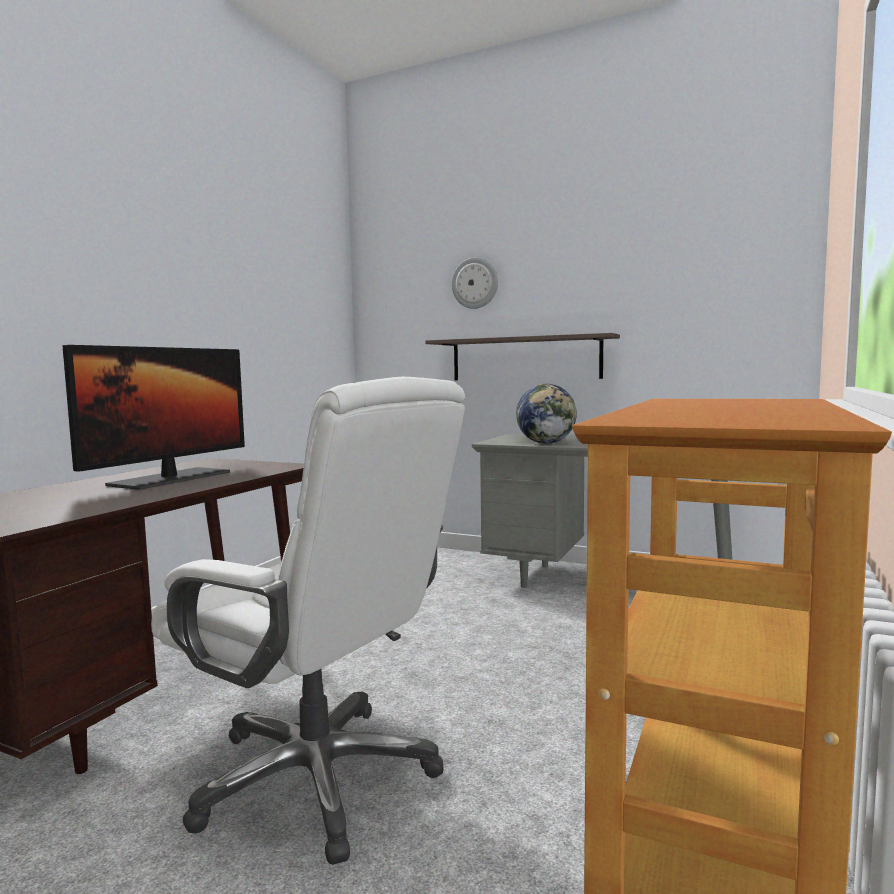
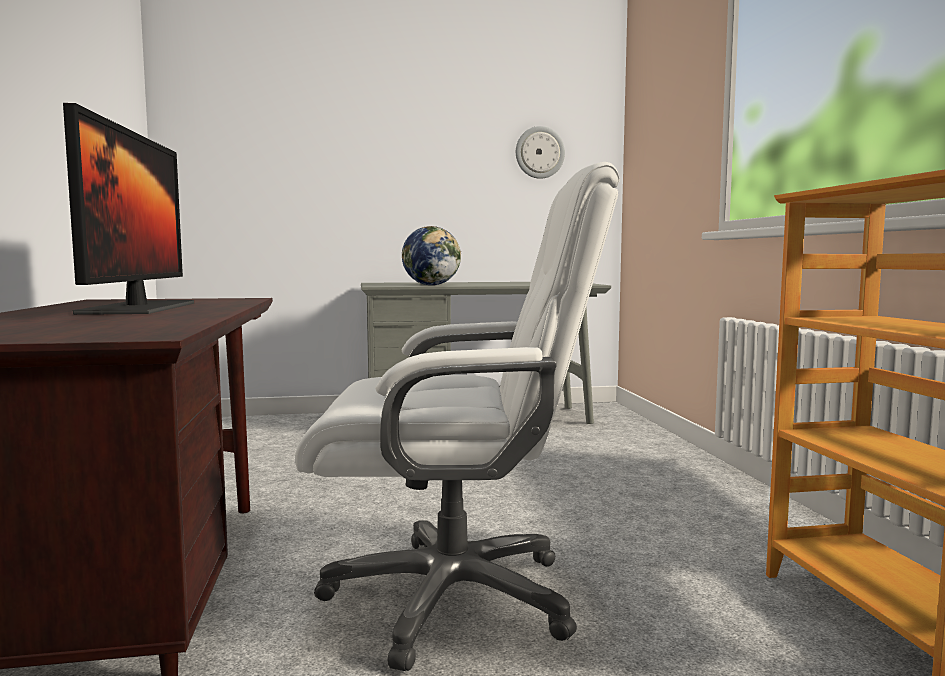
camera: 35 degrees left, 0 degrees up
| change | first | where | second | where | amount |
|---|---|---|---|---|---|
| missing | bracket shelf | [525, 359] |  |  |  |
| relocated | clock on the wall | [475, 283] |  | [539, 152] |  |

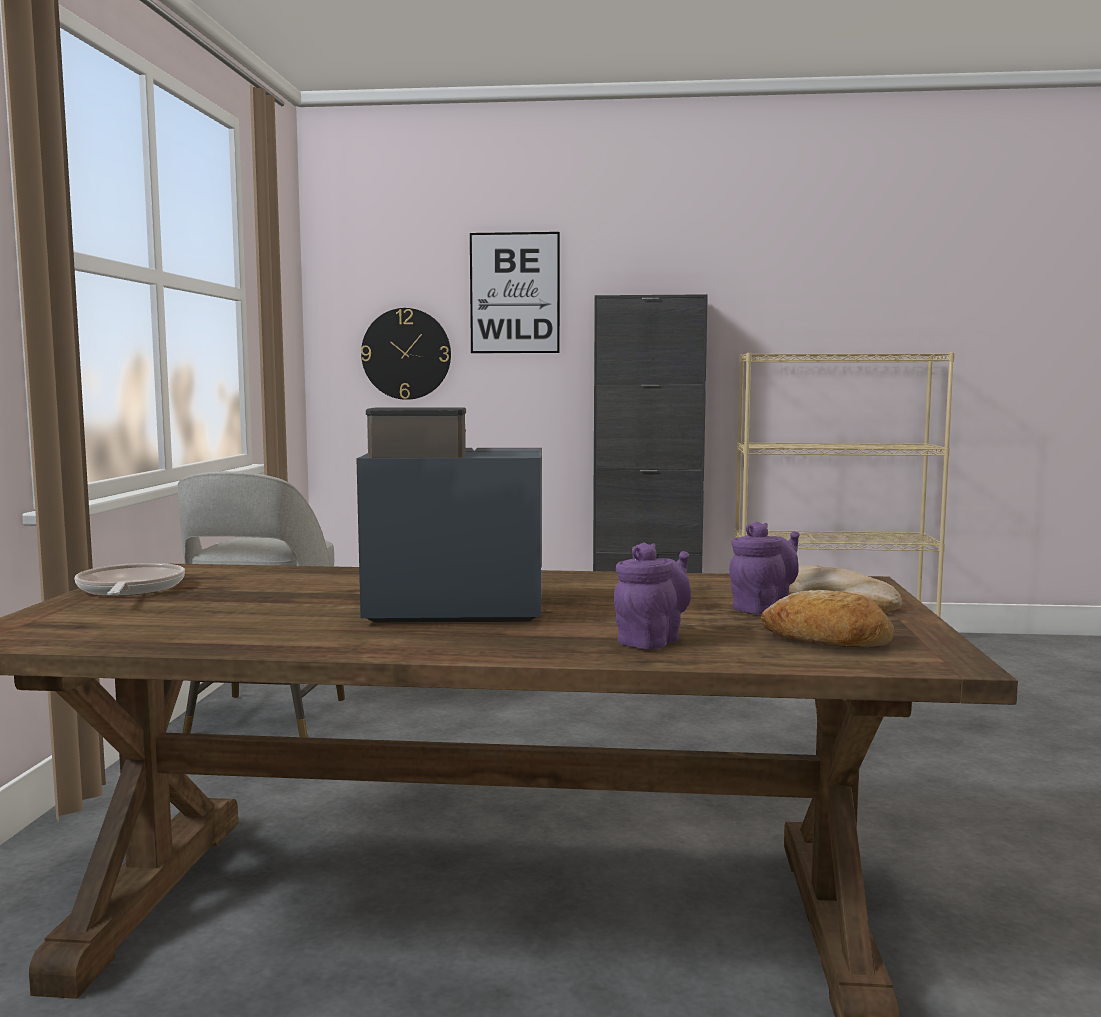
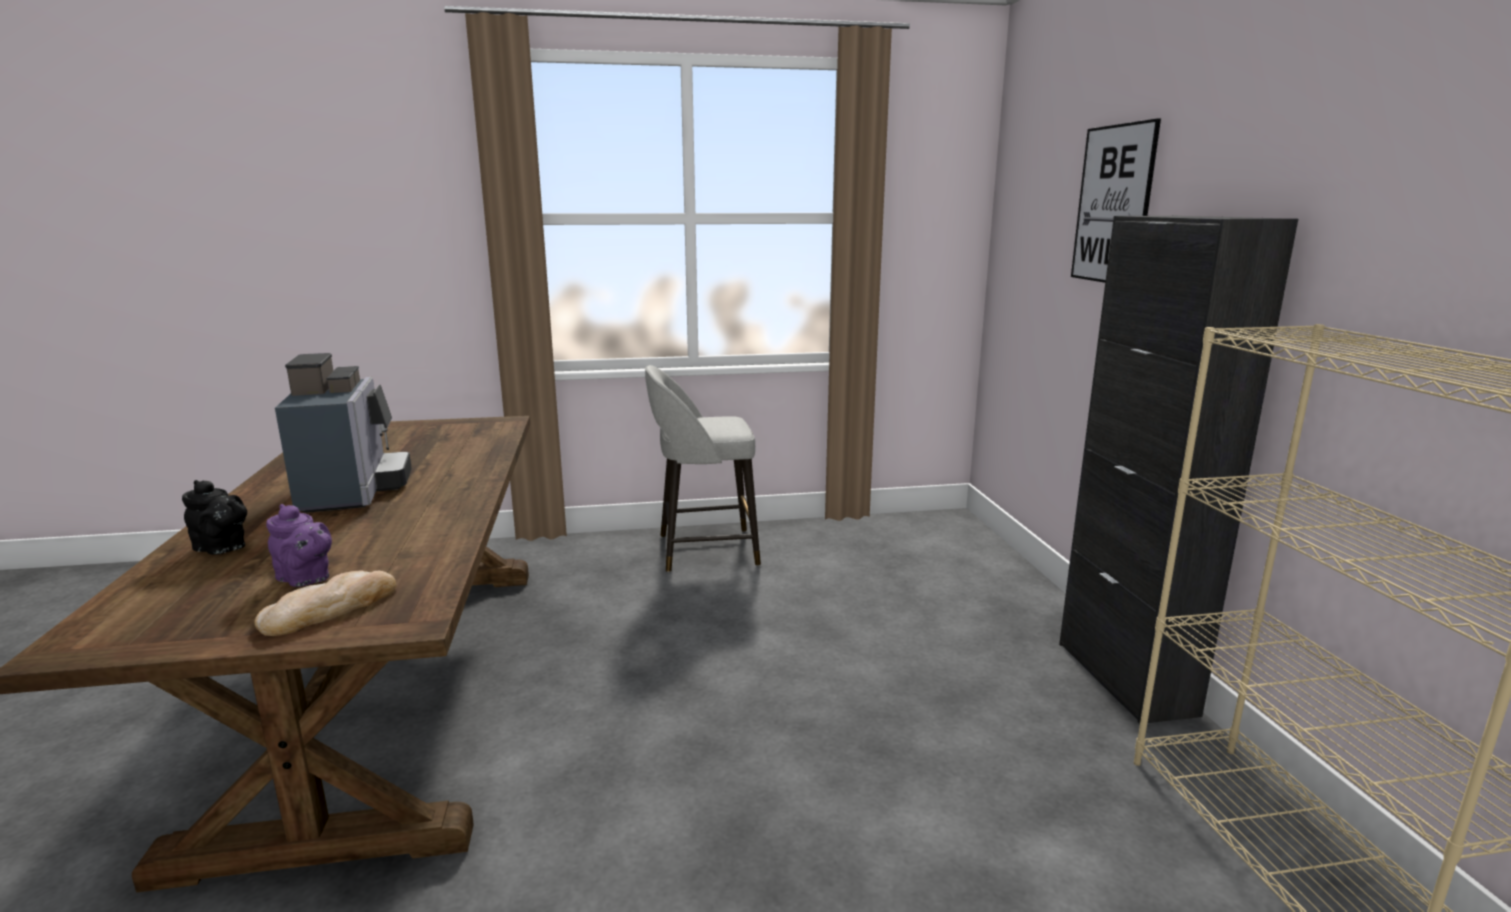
camera: 75 degrees right, 10 degrees up
| change | first | where | second | where | amount |
|---|---|---|---|---|---|
| missing | pan | [129, 589] |  |  |  |
| missing | clock on the wall | [406, 354] |  |  |  |
| colour | teapot (purple) | [652, 641] | teapot (blackish) | [222, 548] |  |
| missing | bread | [827, 641] |  |  |  |

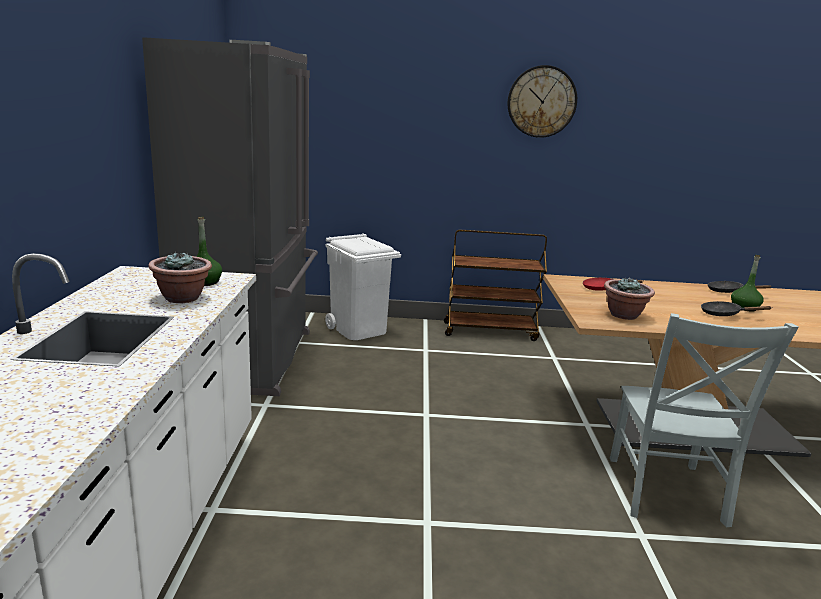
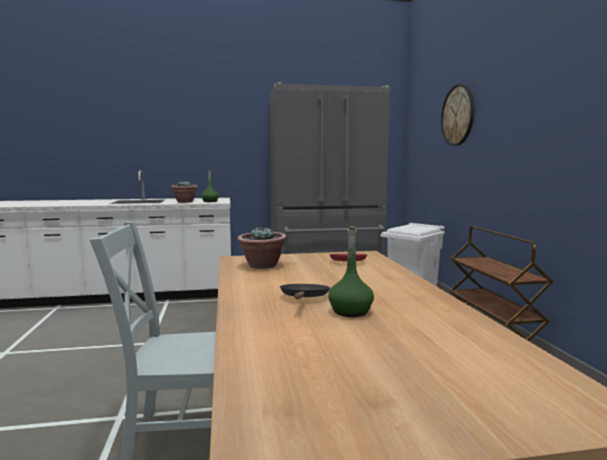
camera: 80 degrees right, 10 degrees down
| change | first | where | second | where | amount |
|---|---|---|---|---|---|
| relocated | clock on the wall | [541, 101] |  | [458, 115] |  |
| missing | pan (blackish) | [728, 292] |  |  |  |

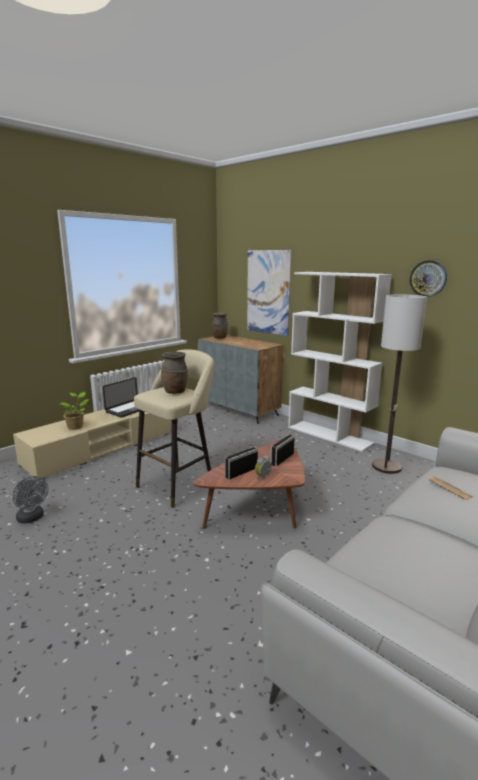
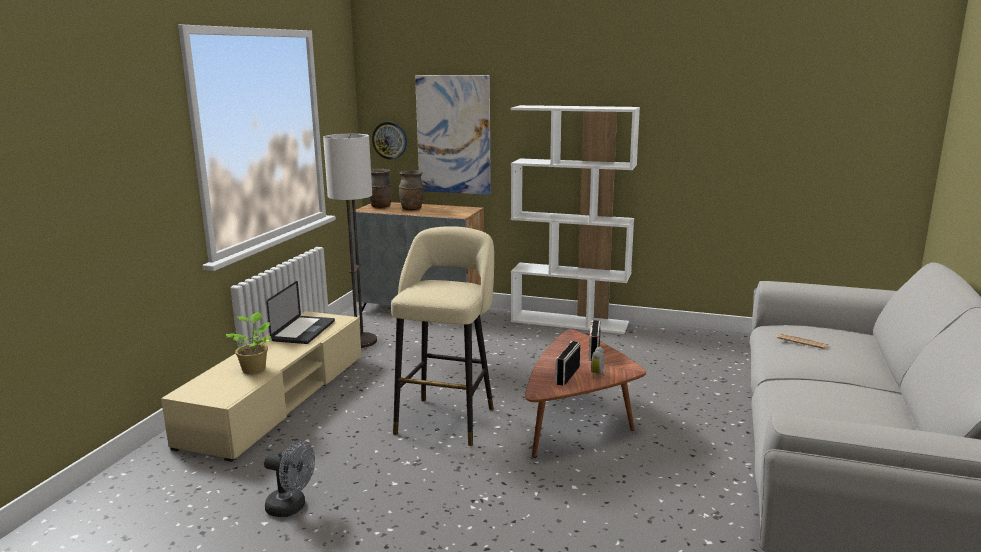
camera: 25 degrees left, 0 degrees up
| change | first | where | second | where | amount |
|---|---|---|---|---|---|
| relocated | vase (brown-coloured) | [175, 392] |  | [412, 209] |  |
| relocated | standard lamp | [386, 467] |  | [360, 341] |  |
| relocated | clock on the wall | [428, 278] |  | [389, 140] |  |

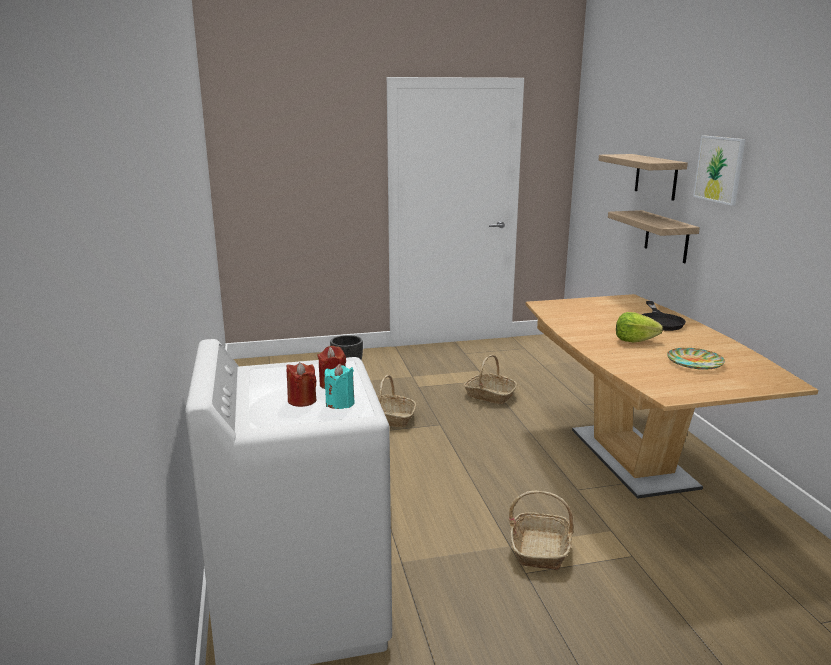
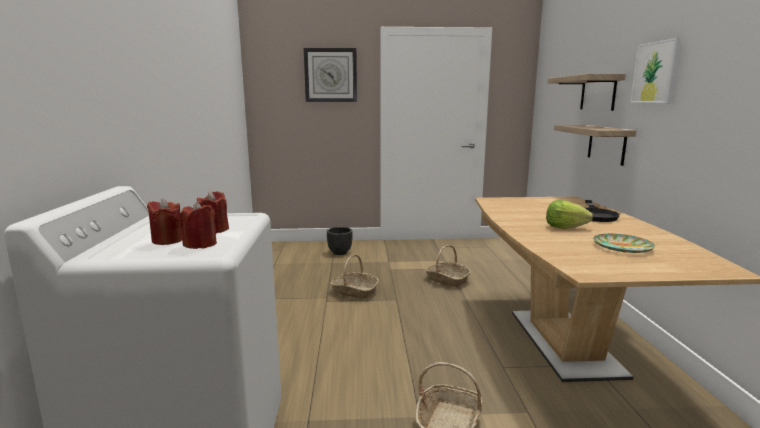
camera: 10 degrees right, 5 degrees down
| change | first | where | second | where | amount |
|---|---|---|---|---|---|
| colour | wax light (turquoise-coloured) | [340, 403] | wax light (red-coloured) | [200, 244] |  |
| appeared |  |  | clock on the wall | [330, 75] |  |

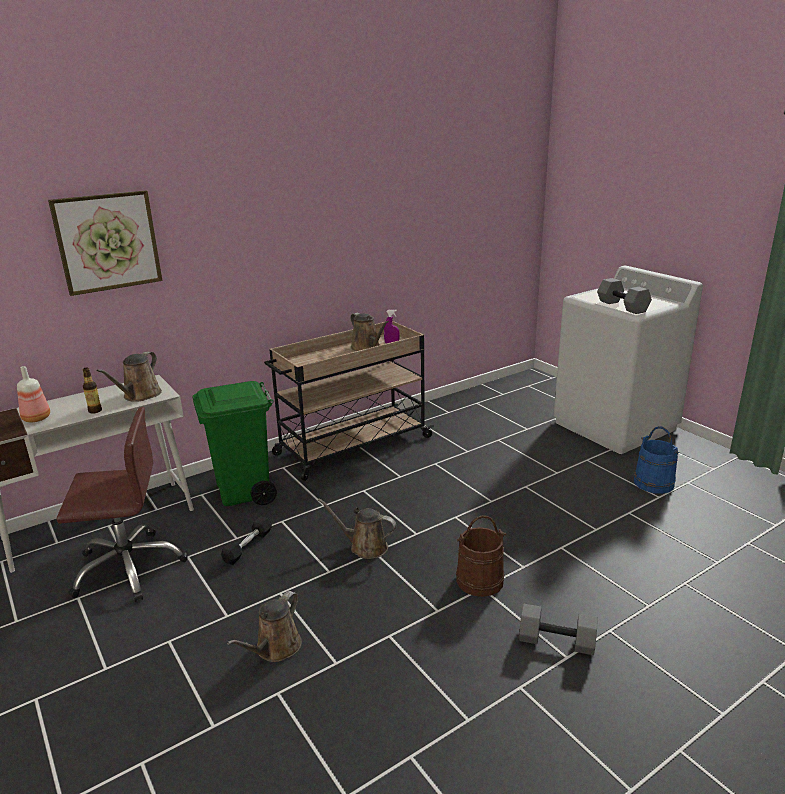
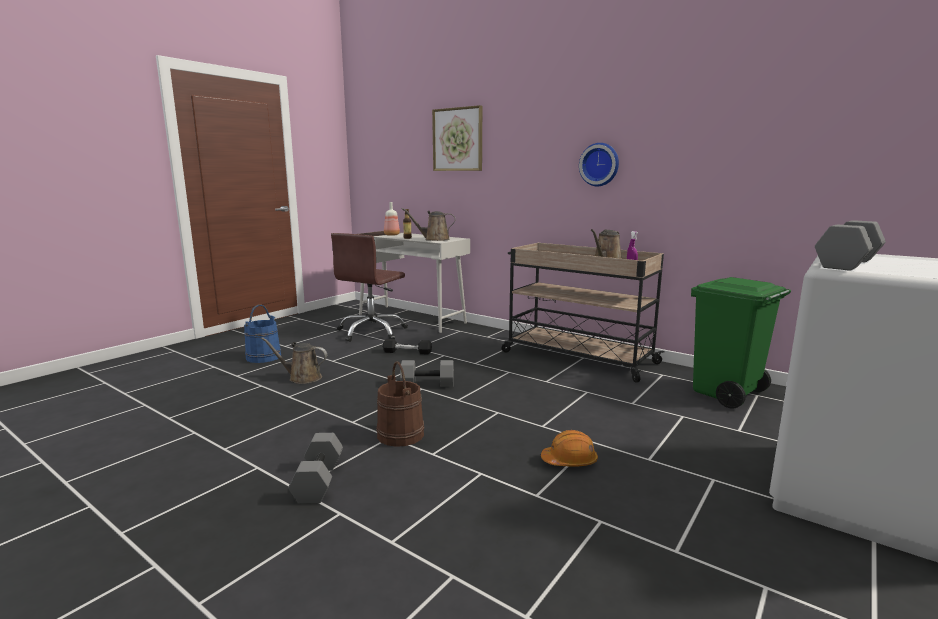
camera: 70 degrees right, 10 degrees down
| change | first | where | second | where | amount |
|---|---|---|---|---|---|
| spun | desk chair (brown-coloured) | [128, 567] |  | [372, 332] | 60 degrees clockwise |
| relocated | trash can (greenish) | [245, 492] |  | [726, 394] |  |
| exchanged | watering pot (brown-coloured) | [365, 547] | free weight (gray) | [427, 384] |  |
| relocated | water bucket (bluish) | [653, 483] |  | [263, 357] |  |
| appeared |  |  | safety helmet (orange-coloured) | [569, 461] |  |
| appeared |  |  | clock on the wall | [600, 164] |  |

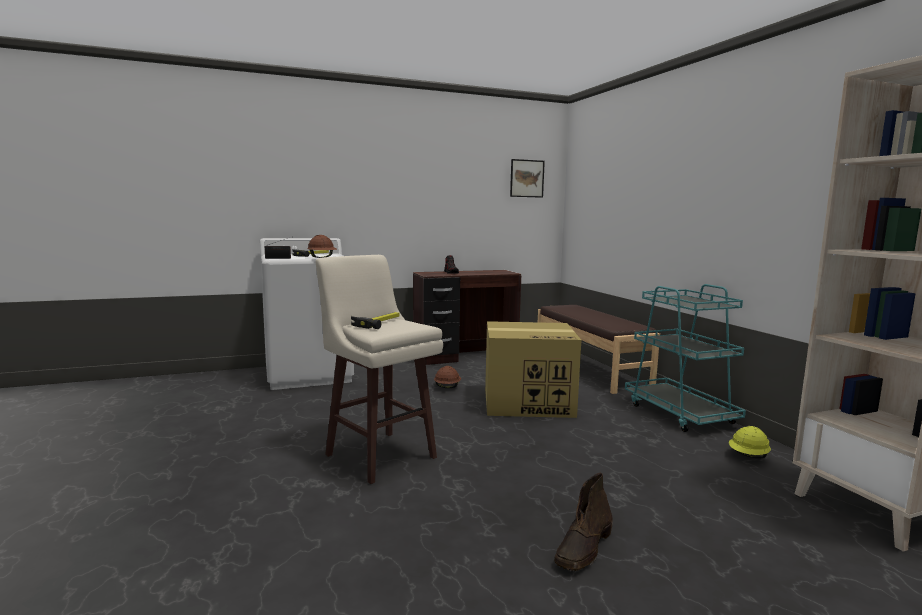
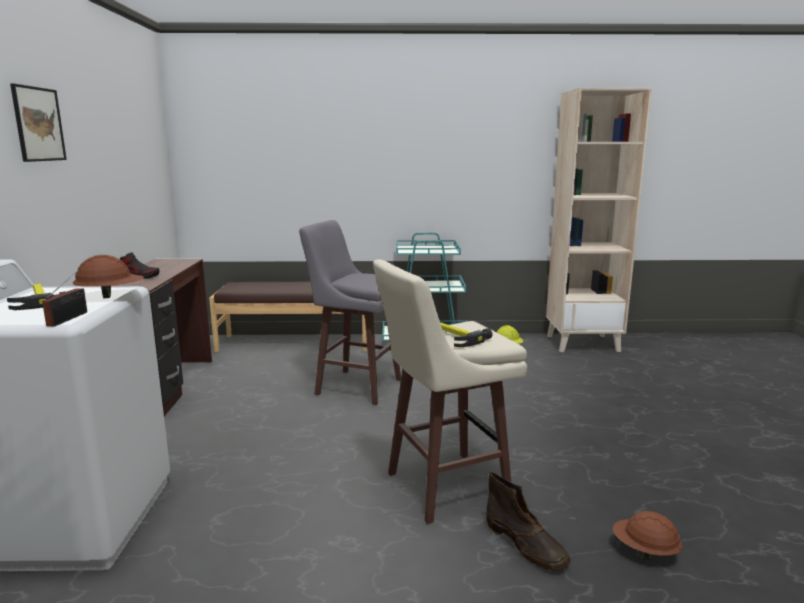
camera: 70 degrees left, 5 degrees up
| change | first | where | second | where | amount |
|---|---|---|---|---|---|
| relocated | safety helmet (brown-coloured) | [447, 387] |  | [644, 551] |  |
| exchanged | packing box | [529, 402] | sitting stool (gray) | [356, 386] |  |
| relocated | picture | [527, 178] |  | [38, 124] |  |
| relocated | boot (brown-coloured) | [584, 548] |  | [526, 545] |  |

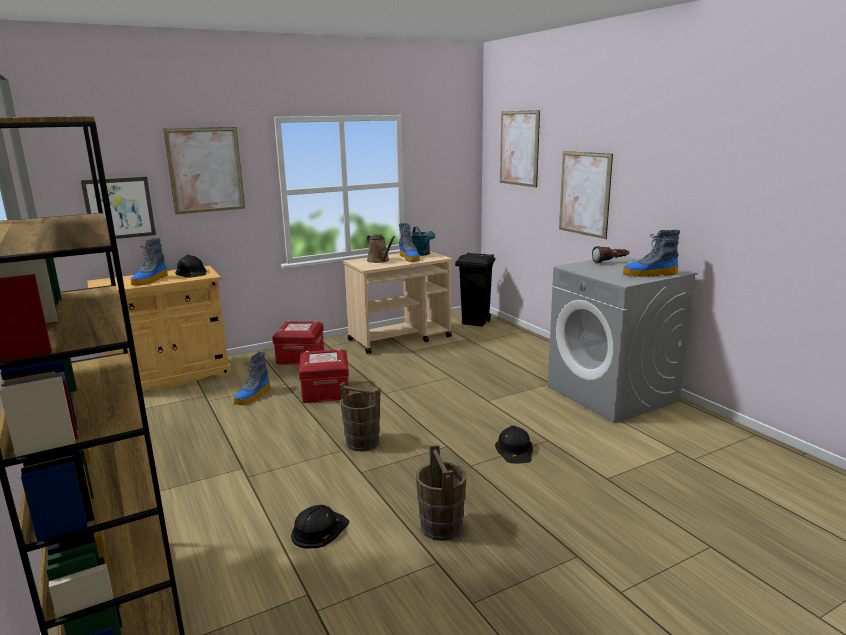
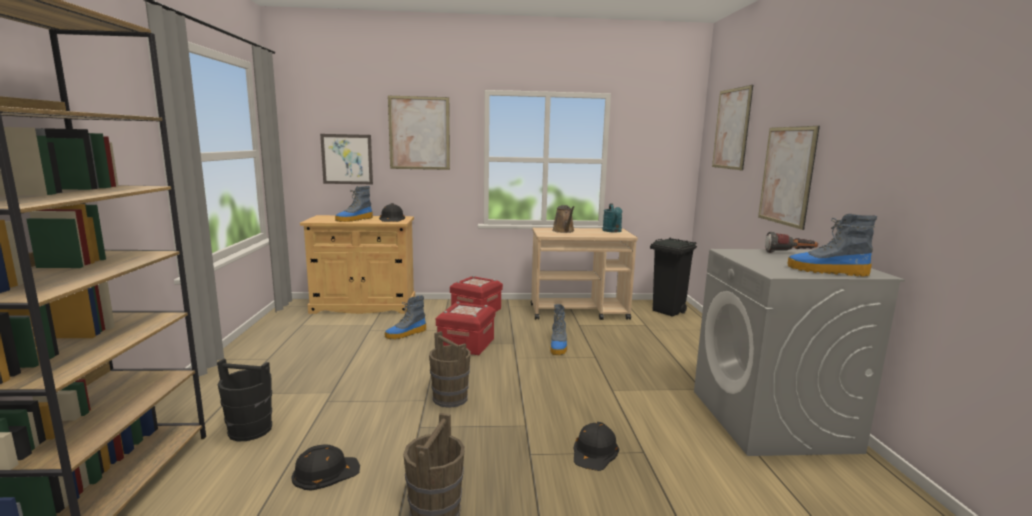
camera: 25 degrees right, 5 degrees down
| change | first | where | second | where | amount |
|---|---|---|---|---|---|
| relocated | boot | [409, 258] |  | [558, 347] |  |
| appeared |  |  | water bucket (blackish) | [250, 430] |  |

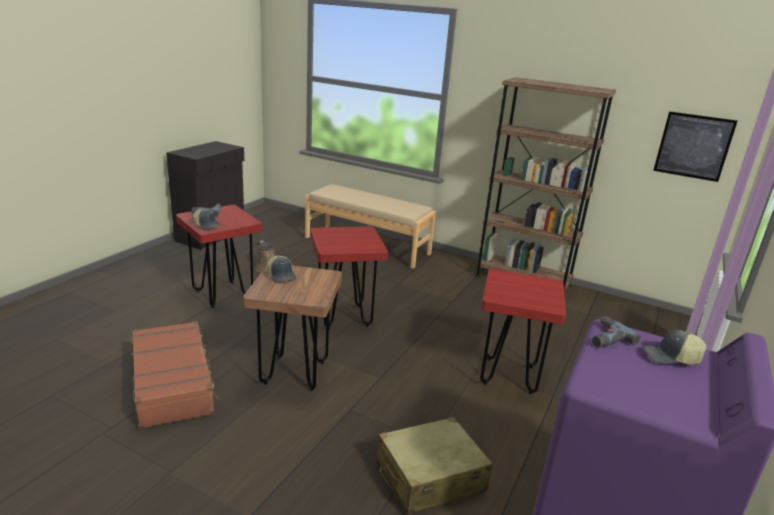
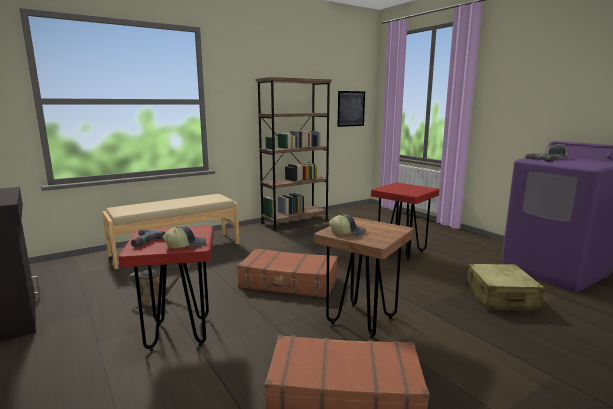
camera: 60 degrees left, 10 degrees down
| change | first | where | second | where | amount |
|---|---|---|---|---|---|
| exchanged | sitting stool (red-coloured) | [344, 317] | suitcase (brown-coloured) | [289, 283] |  |

